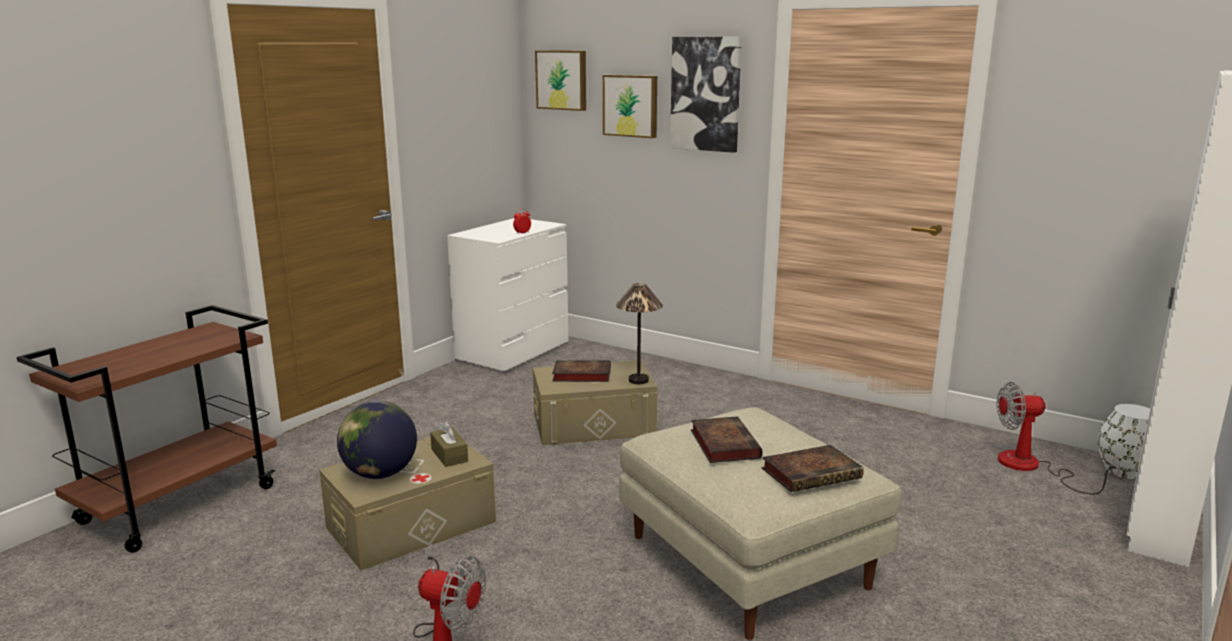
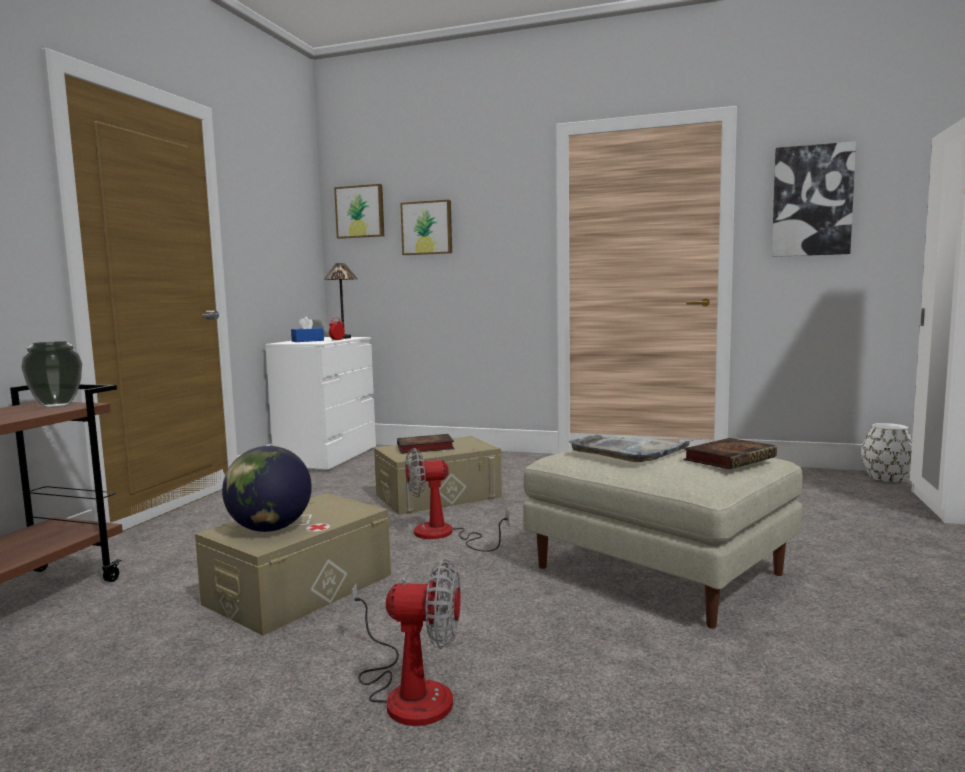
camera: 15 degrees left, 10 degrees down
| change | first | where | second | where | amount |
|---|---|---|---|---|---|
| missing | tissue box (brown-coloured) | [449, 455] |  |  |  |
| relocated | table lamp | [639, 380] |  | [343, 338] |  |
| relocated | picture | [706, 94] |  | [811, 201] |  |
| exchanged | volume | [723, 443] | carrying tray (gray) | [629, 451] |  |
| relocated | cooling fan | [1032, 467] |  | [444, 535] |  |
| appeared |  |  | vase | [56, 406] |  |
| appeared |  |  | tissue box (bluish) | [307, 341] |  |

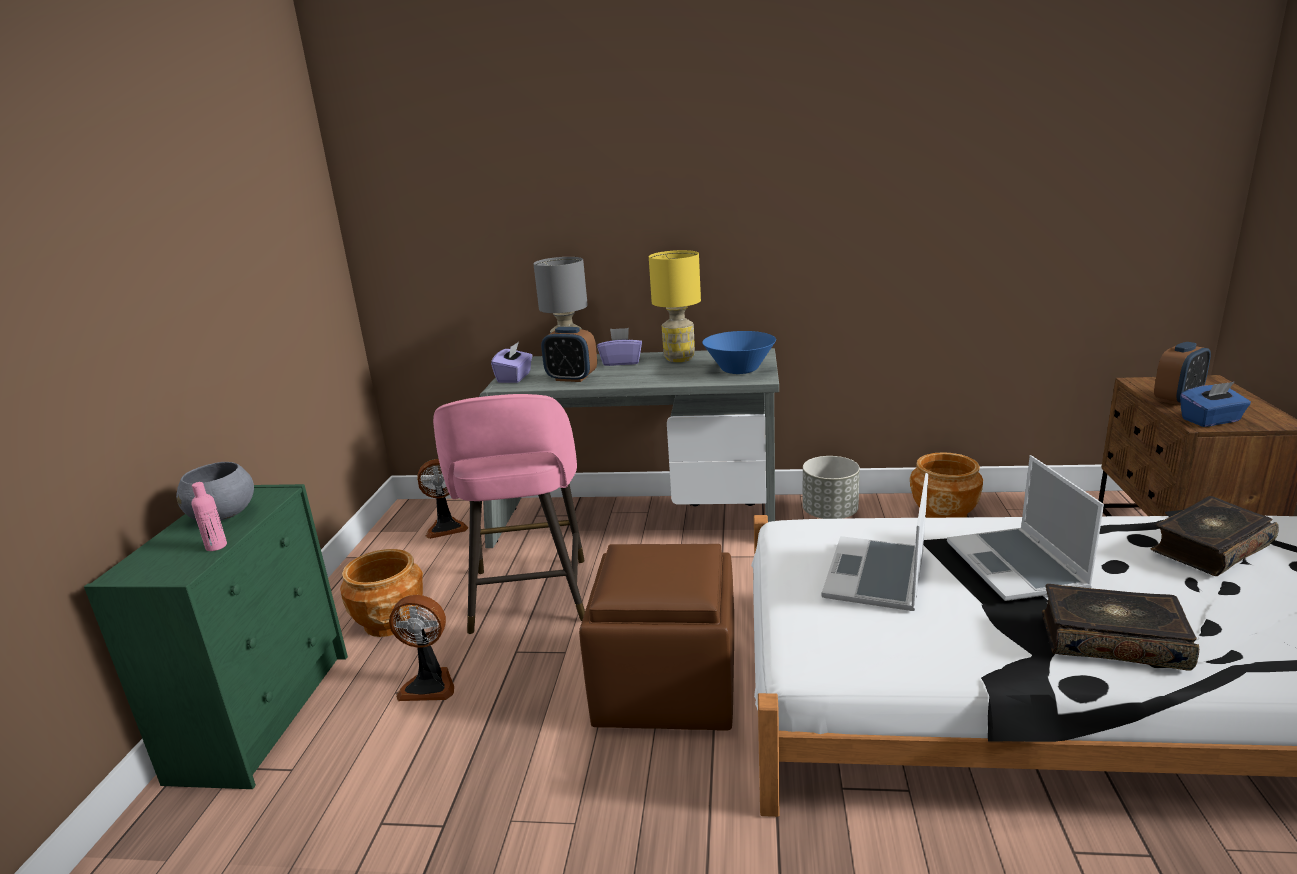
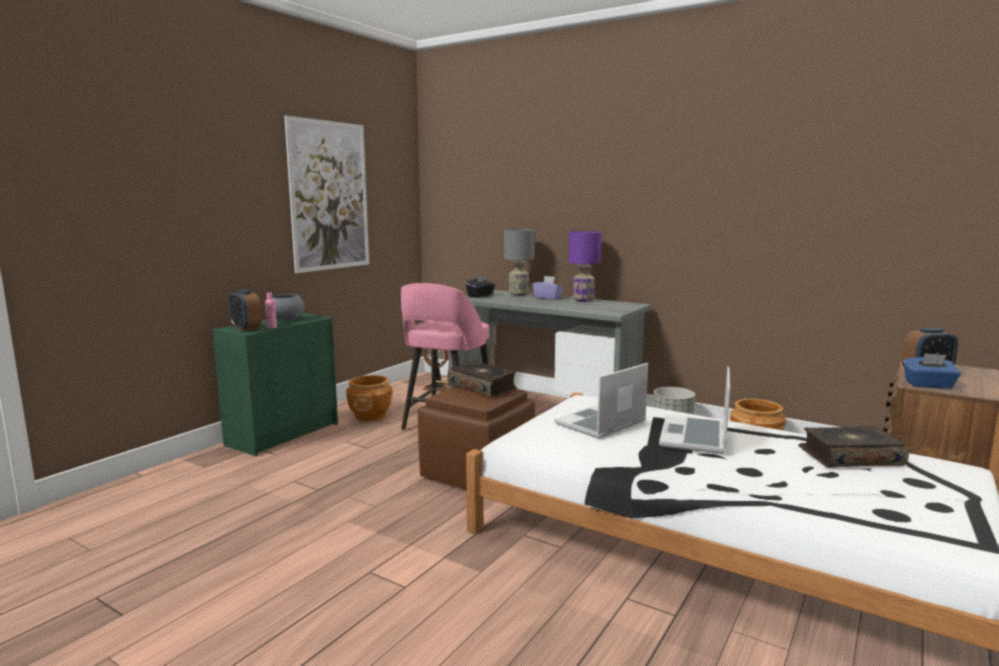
camera: 25 degrees right, 10 degrees down
| change | first | where | second | where | amount |
|---|---|---|---|---|---|
| missing | cooling fan | [429, 684] |  |  |  |
| colour | tissue box (purple) | [515, 377] | tissue box (blackish) | [480, 296] |  |
| relocated | table clock | [571, 378] |  | [246, 328] |  |
| colour | table lamp (yellowish) | [680, 358] | table lamp (purple) | [583, 300] |  |
| missing | bowl (bluish) | [740, 370] |  |  |  |
| relocated | volume | [1112, 640] |  | [483, 387] |  |
| appeared |  |  | picture | [329, 196] |  |

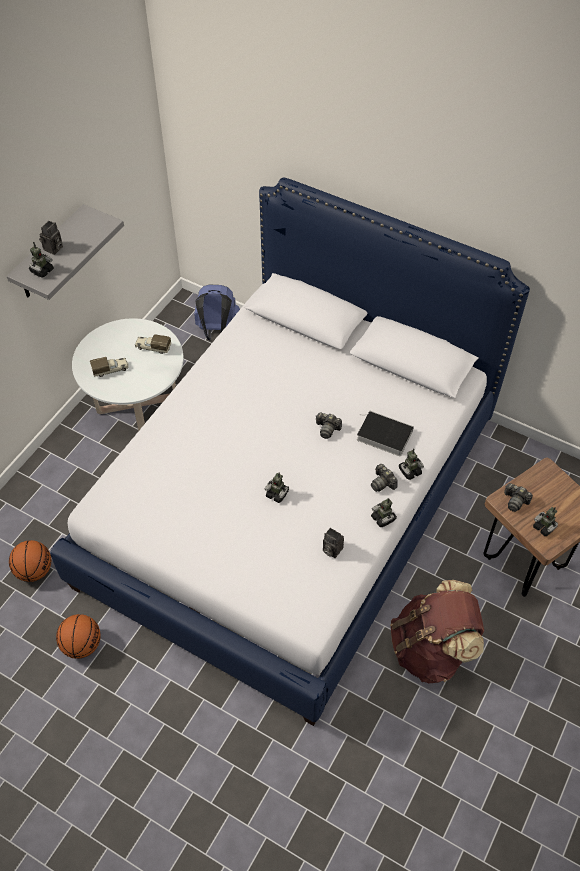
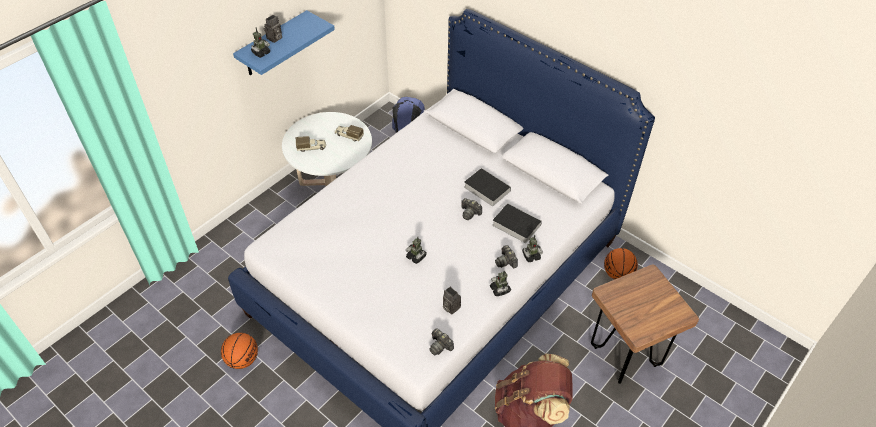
camera: 10 degrees right, 5 degrees down
| change | first | where | second | where | amount |
|---|---|---|---|---|---|
| colour | bracket shelf (gray) | [50, 254] | bracket shelf (bluish) | [273, 45] |  |
| relocated | ball for basketball | [34, 570] |  | [617, 274] |  |
| relocated | still camera | [515, 501] |  | [440, 346] |  |
| missing | model robot | [544, 527] |  |  |  |
| appeared |  |  | volume | [485, 188] |  |

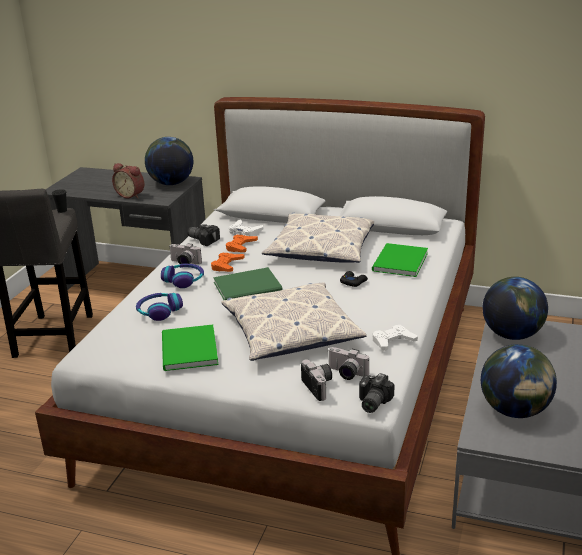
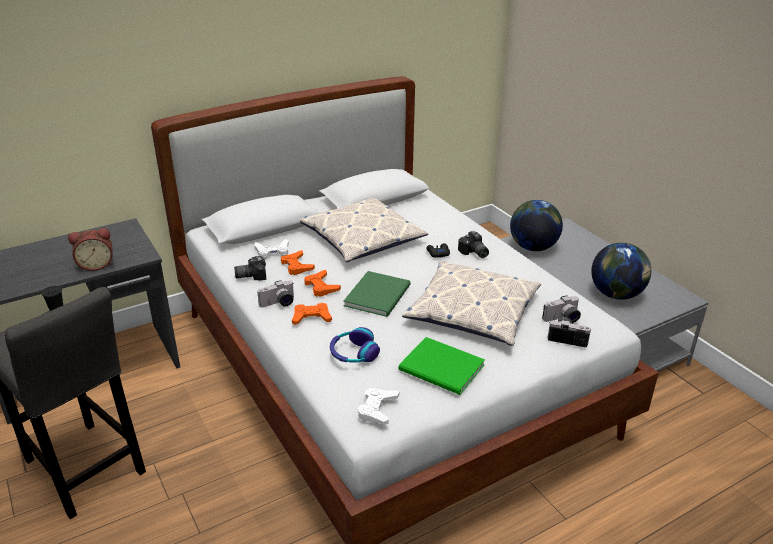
camera: 50 degrees left, 5 degrees up
| change | first | where | second | where | amount |
|---|---|---|---|---|---|
| missing | desk globe | [171, 183] |  |  |  |
| exchanged | headset | [184, 280] | gamepad (orange-coloured) | [311, 317] |  |
| relocated | still camera | [371, 402] |  | [473, 253] |  |
| missing | volume (greenish) | [398, 262] |  |  |  |
| relocated | gamepad (white-coloured) | [393, 341] |  | [377, 409] |  |

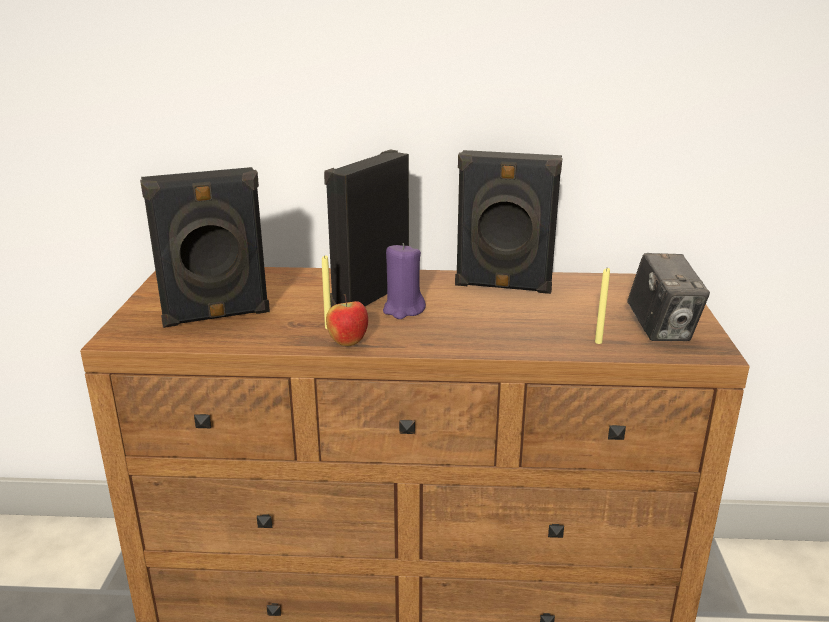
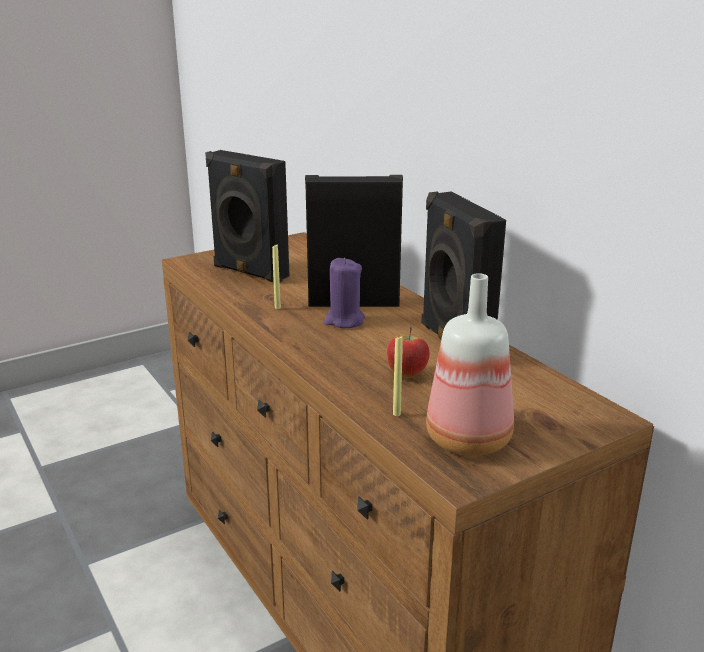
camera: 55 degrees right, 0 degrees up
| change | first | where | second | where | amount |
|---|---|---|---|---|---|
| relocated | whole apple | [348, 343] |  | [407, 375] |  |
| exchanged | still camera | [661, 330] | bottle | [471, 440] |  |

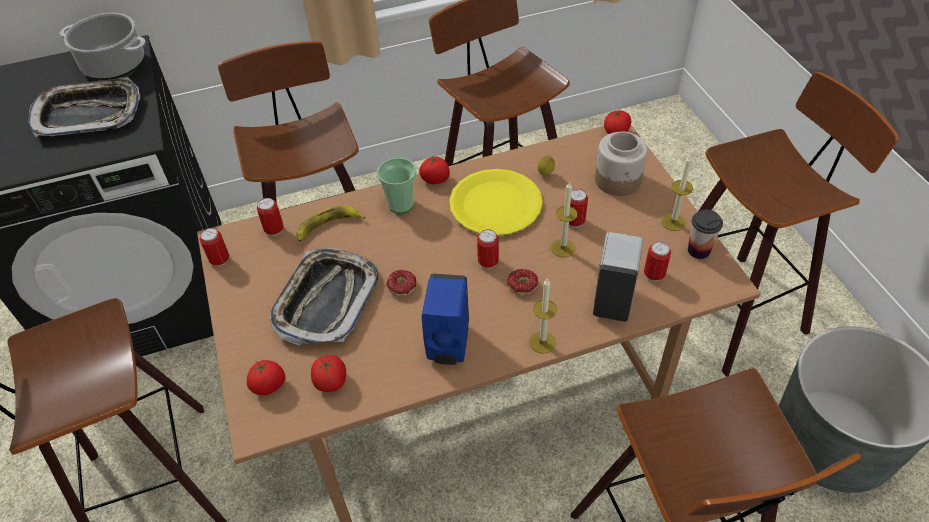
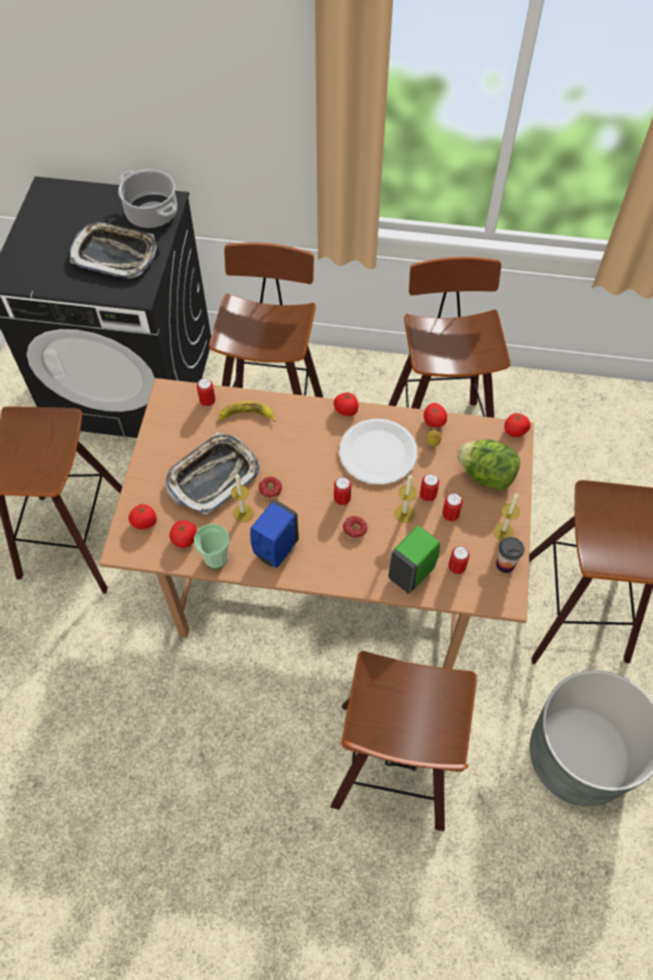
camera: 25 degrees right, 10 degrees up
| change | first | where | second | where | amount |
|---|---|---|---|---|---|
| relocated | sealed can | [220, 260] |  | [450, 515] |  |
| relocated | cup | [401, 204] |  | [216, 558] |  |
| colour | dinner plate (yellowish) | [495, 204] | dinner plate (white-coloured) | [377, 453] |  |
| relocated | wax light | [542, 342] |  | [243, 513] |  |
| colour | soap dispenser (white-coloured) | [613, 300] | soap dispenser (greenish) | [412, 572] |  |
| exchanged | jar | [618, 180] | head of lettuce | [486, 475] |  |
| appeared |  |  | whole tomato | [433, 421] |  |

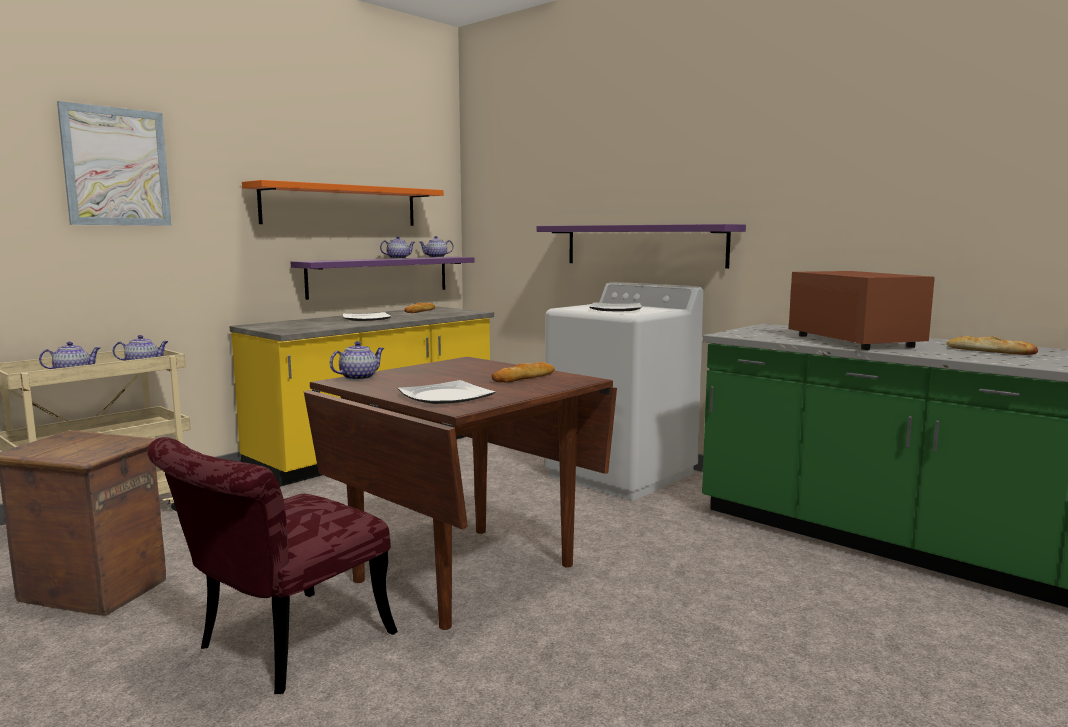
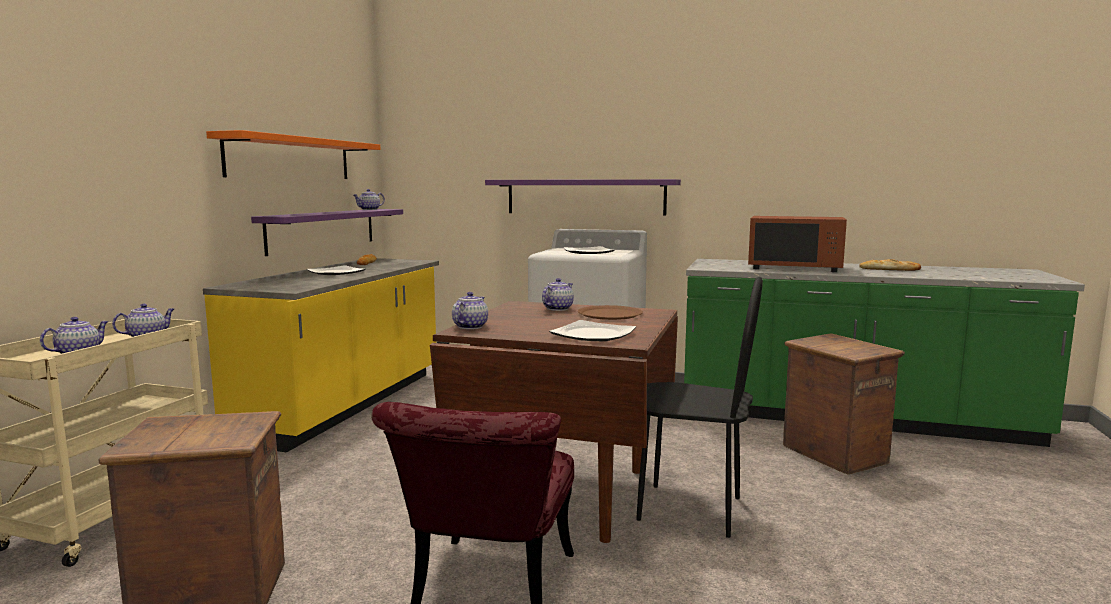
camera: 25 degrees left, 0 degrees up
| change | first | where | second | where | amount |
|---|---|---|---|---|---|
| missing | picture | [116, 167] |  |  |  |
| relocated | teapot | [398, 258] |  | [557, 308] |  |
| exchanged | bread | [524, 378] | dinner plate (brown-coloured) | [609, 314] |  |
| spun | microwave (brown-coloured) | [852, 341] |  | [794, 268] | 150 degrees clockwise |
| appeared |  |  | chair (blackish) | [689, 509] |  |
| appeared |  |  | packing crate | [834, 455] |  |

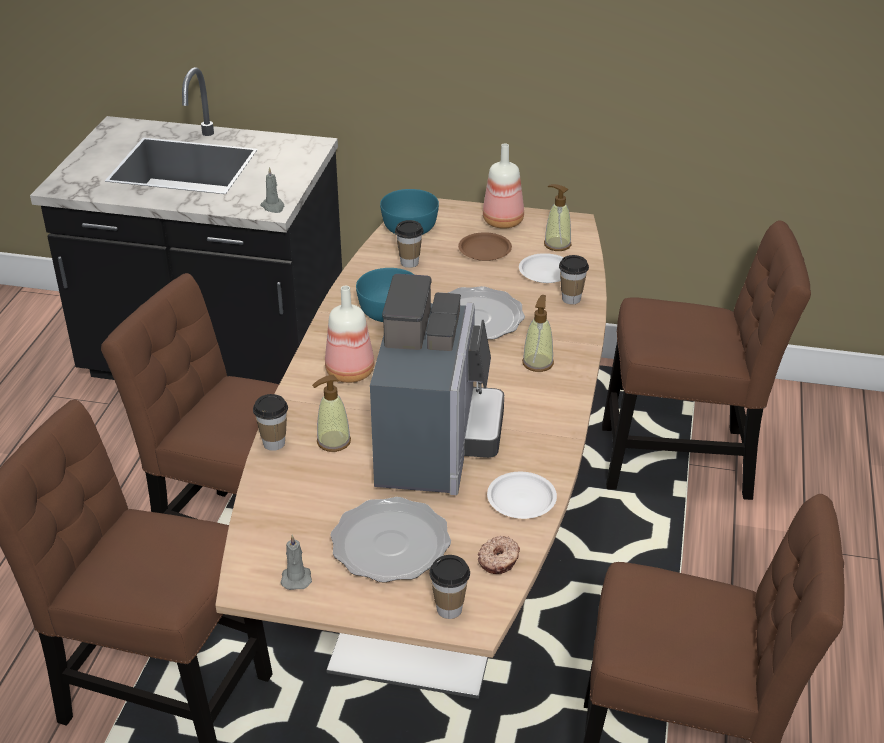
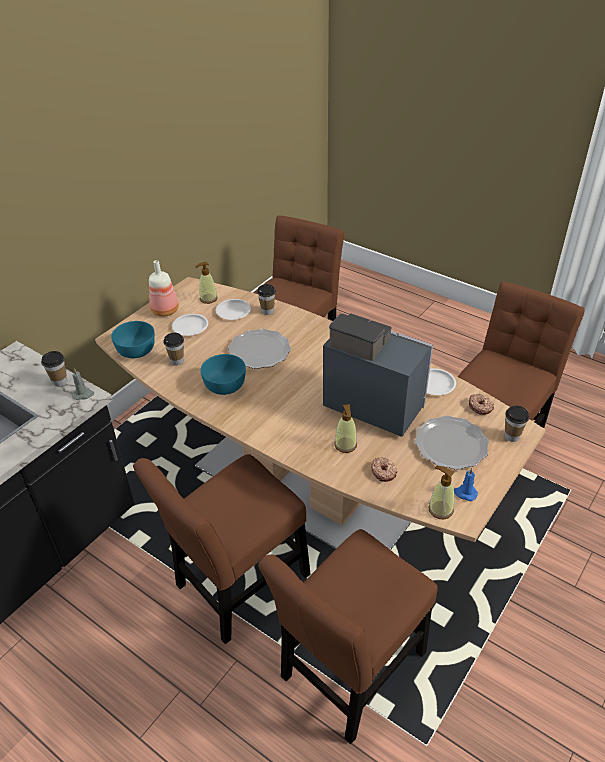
camera: 65 degrees left, 5 degrees up
| change | first | where | second | where | amount |
|---|---|---|---|---|---|
| relocated | cup | [274, 443] |  | [60, 382] |  |
| colour | wax light (gray) | [296, 577] | wax light (bluish) | [465, 493] |  |
| missing | bottle | [351, 373] |  |  |  |
| colour | dinner plate (brown-coloured) | [484, 250] | dinner plate (white-coloured) | [190, 327] |  |
| relocated | soap dispenser | [537, 363] |  | [440, 509] |  |
| appeared |  |  | donut | [383, 472] |  |

